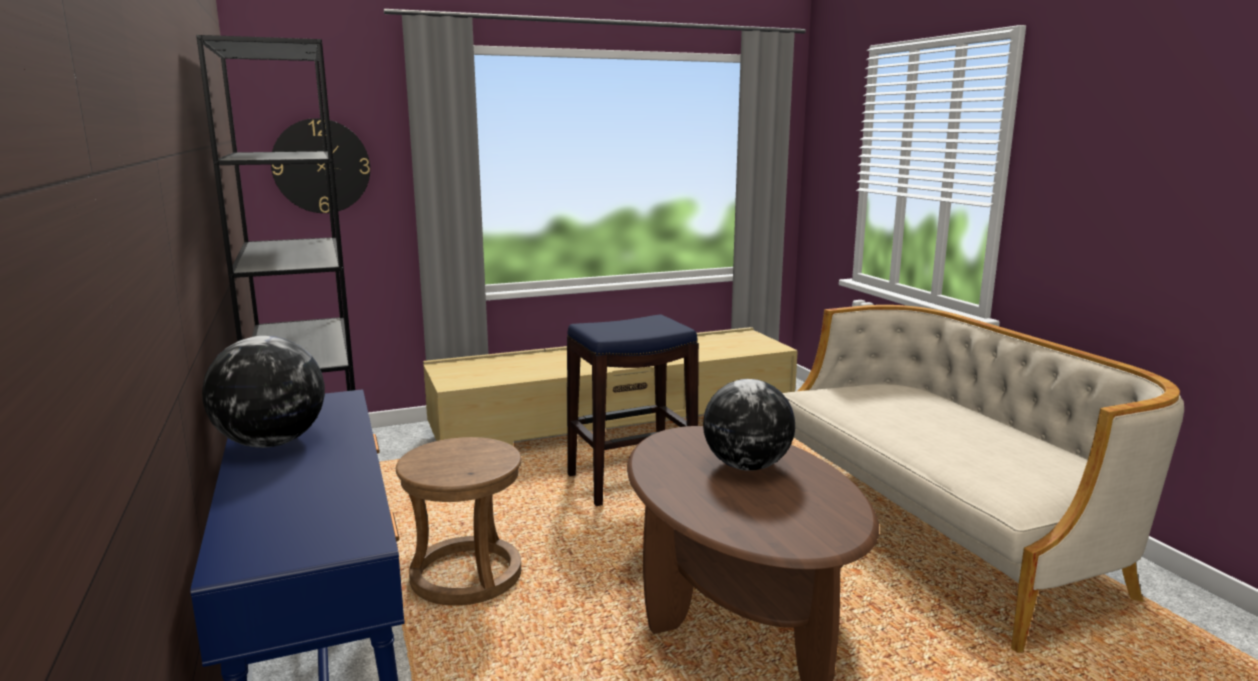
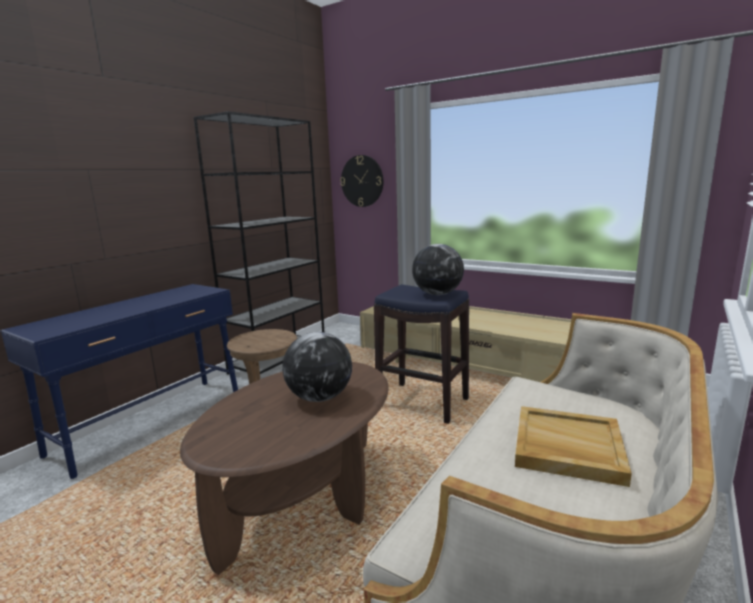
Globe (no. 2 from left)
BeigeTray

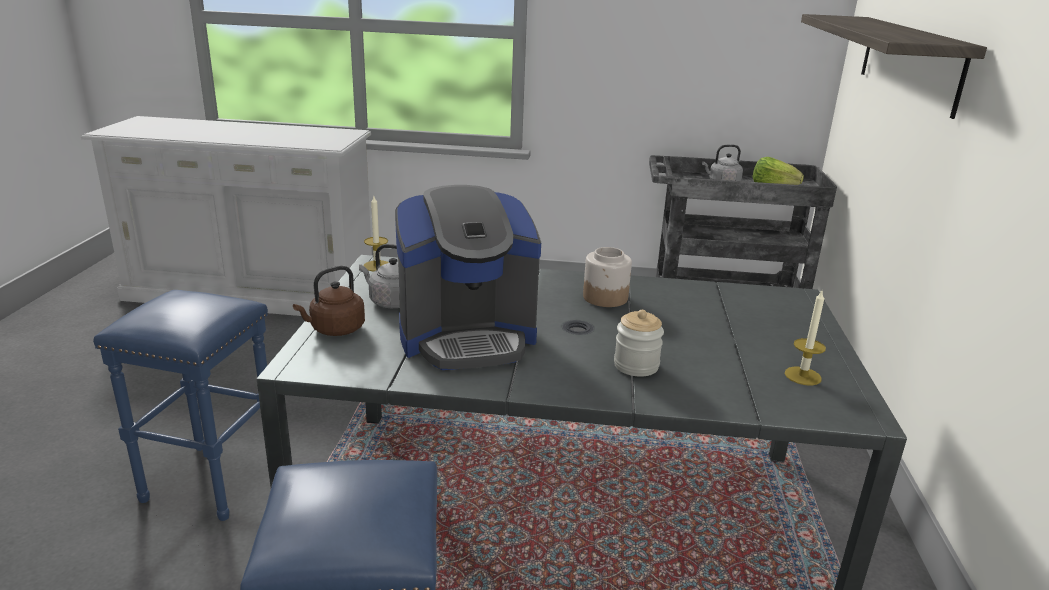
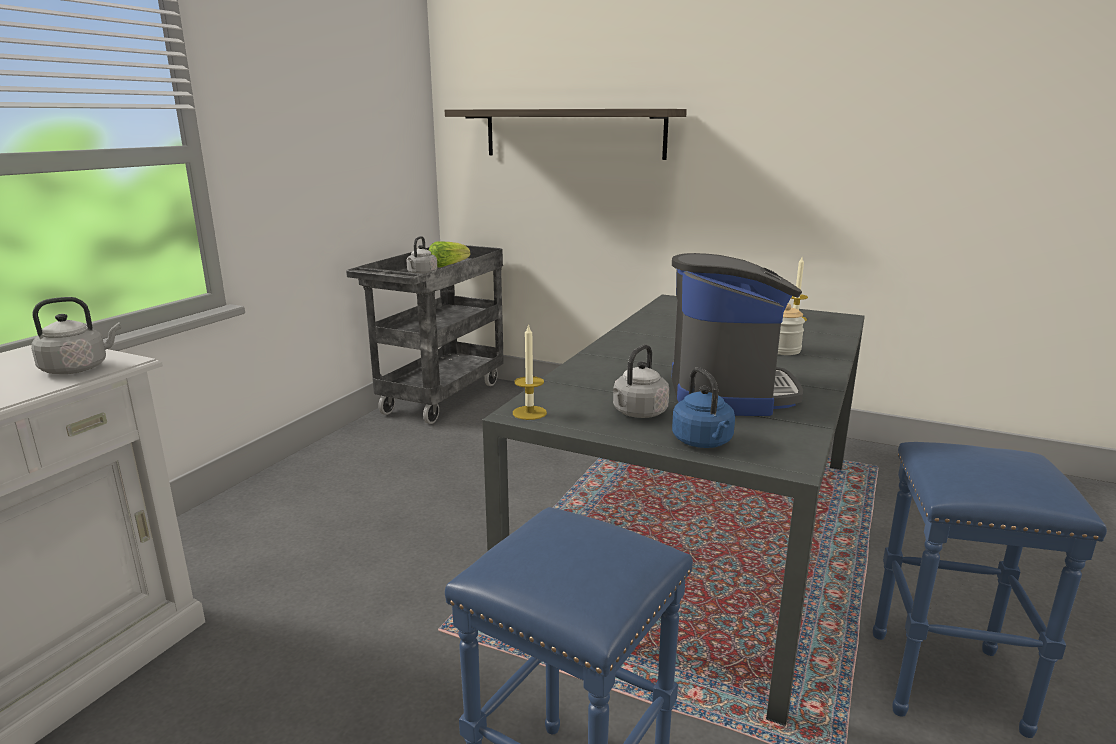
BlueKettle
Jar (no. 1 from left in the first image)
GreyKettle (no. 1 from left)

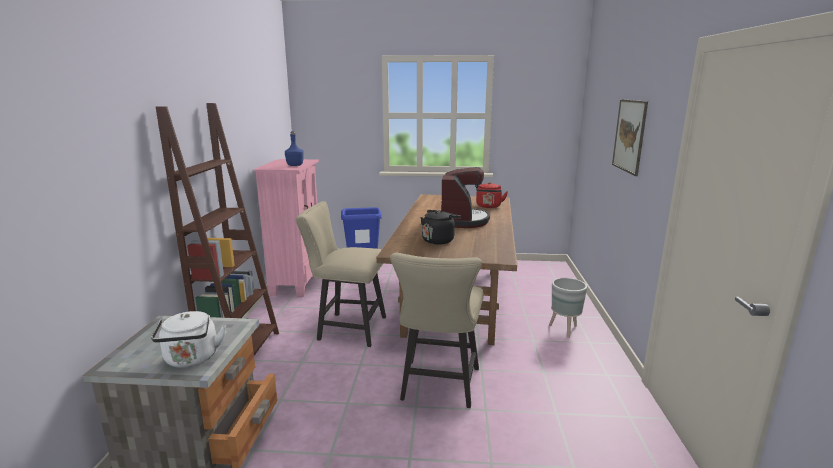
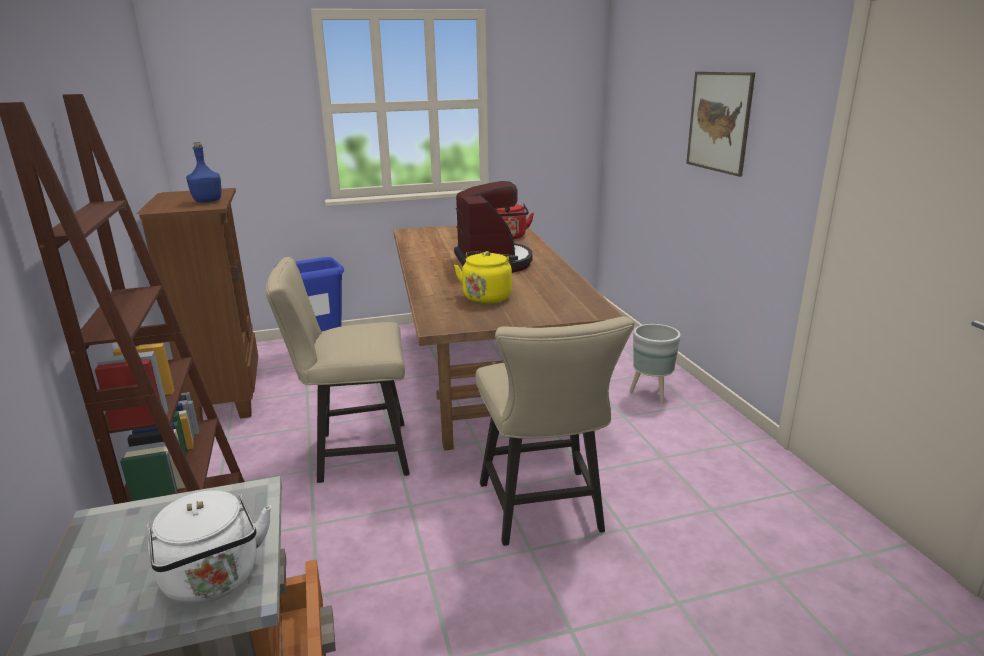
BrownCabinet
YellowKettle

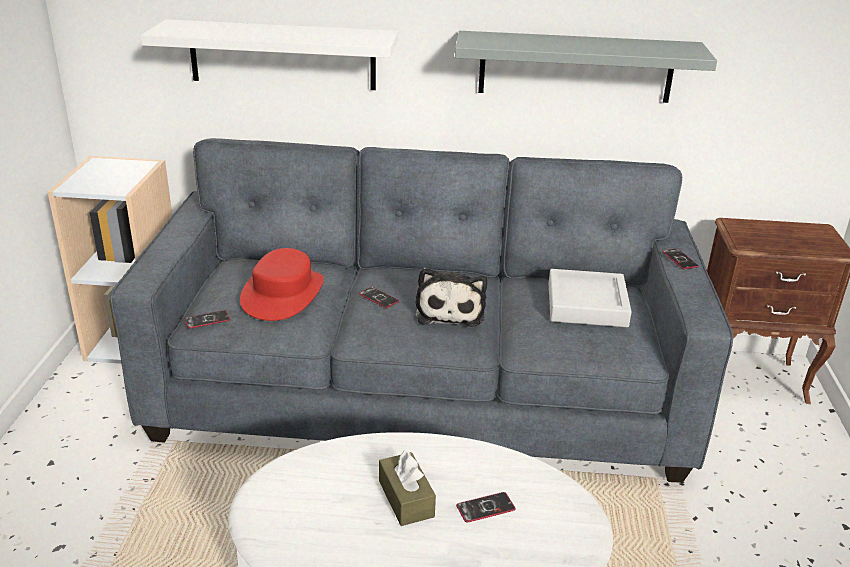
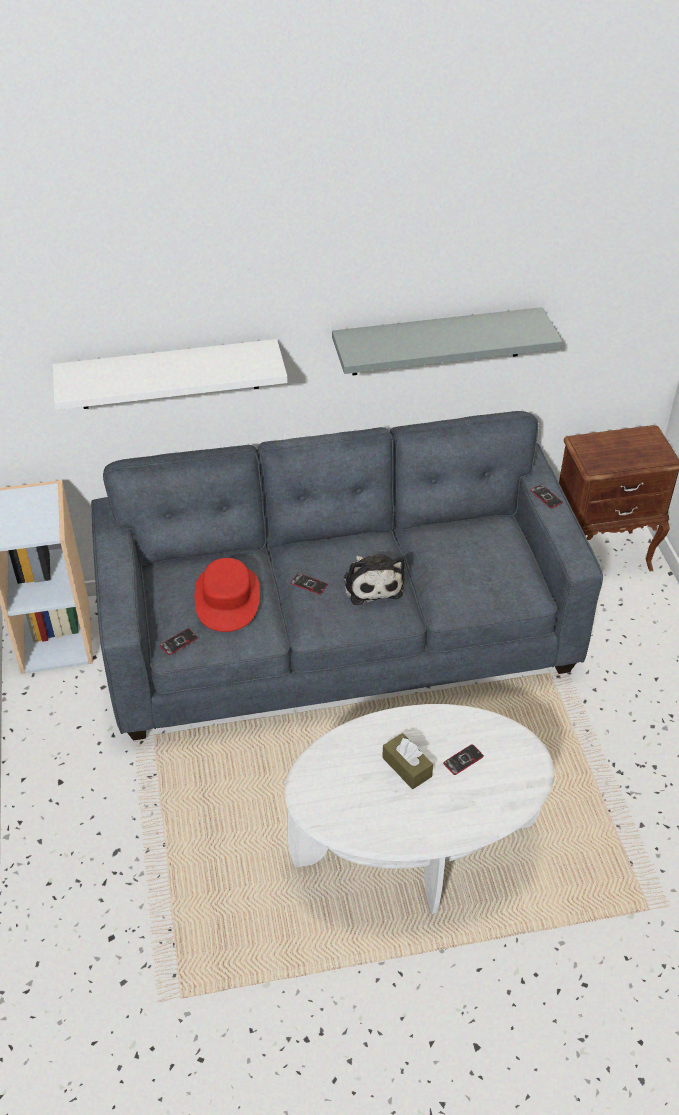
GreyTray

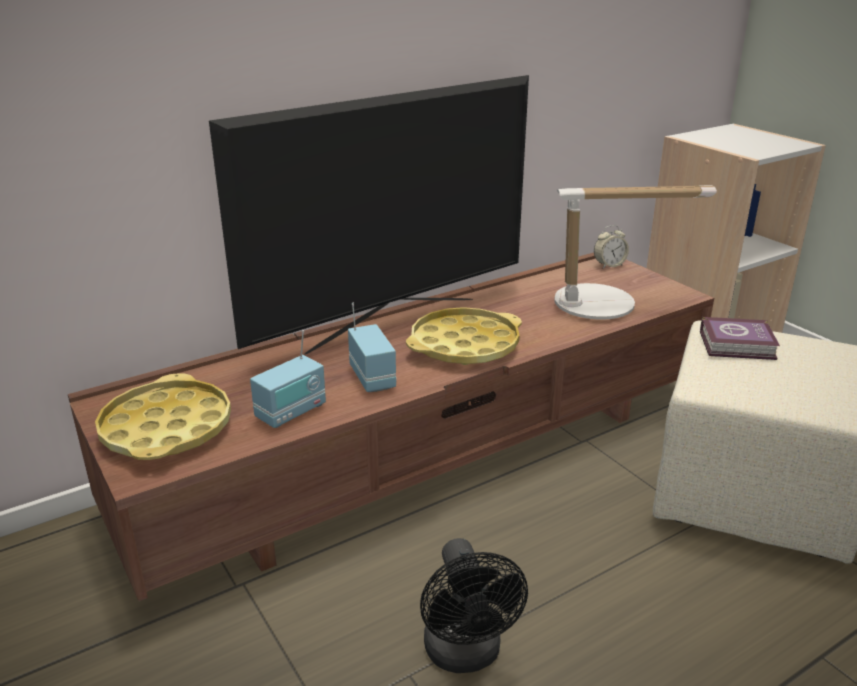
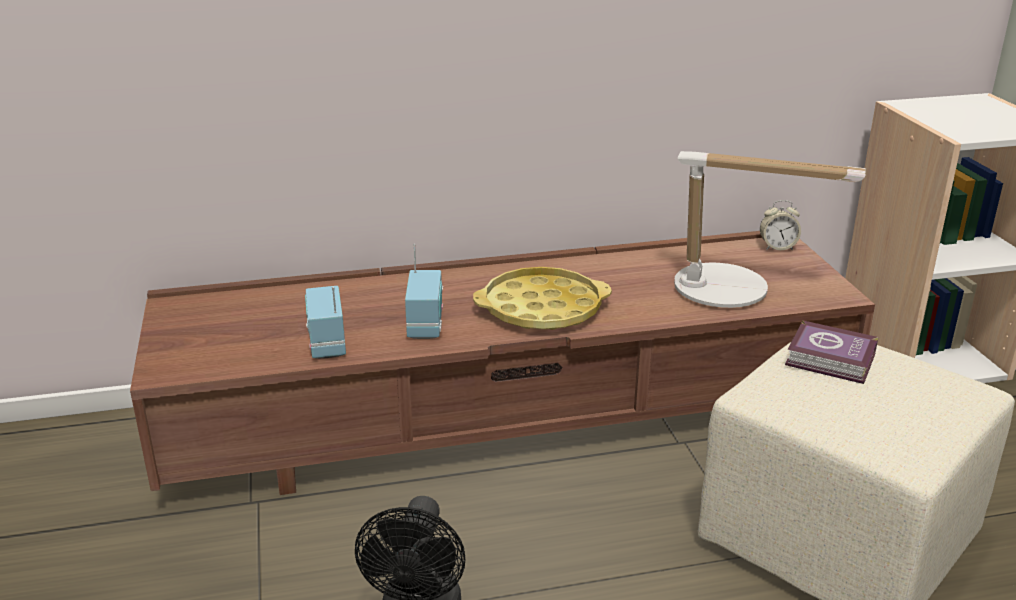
YellowTray (no. 1 from left in the first image)
Television
Radio (no. 1 from left)

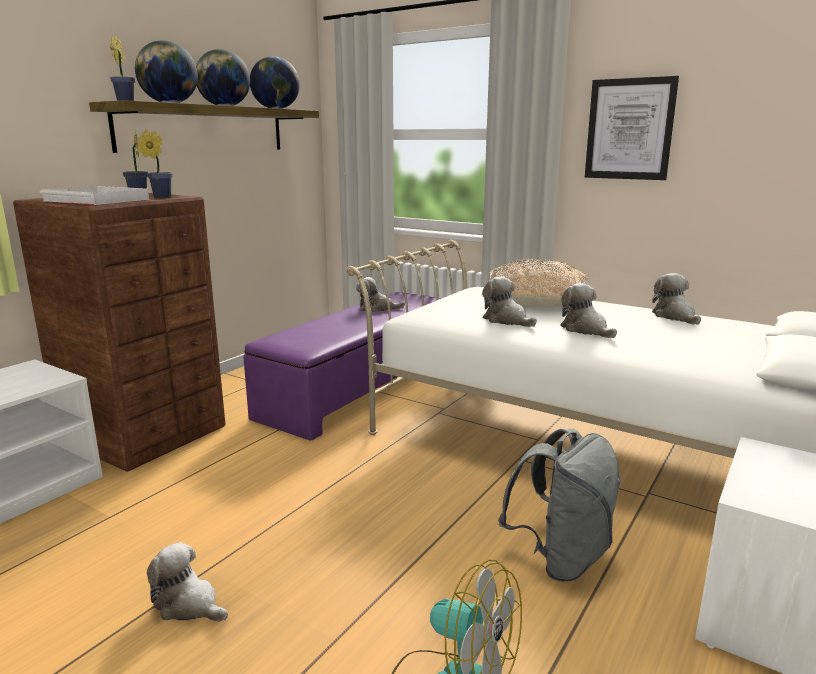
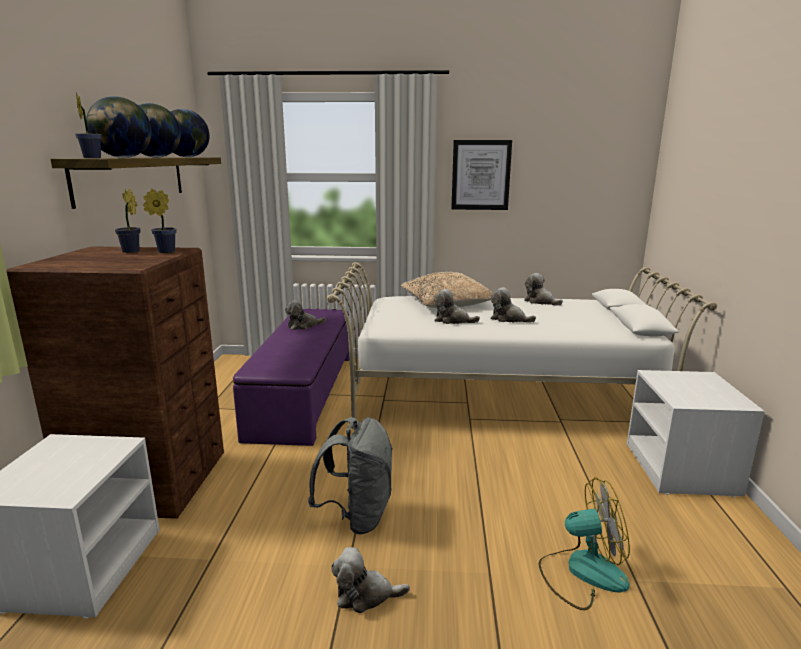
WhiteTray
GreyBackpack

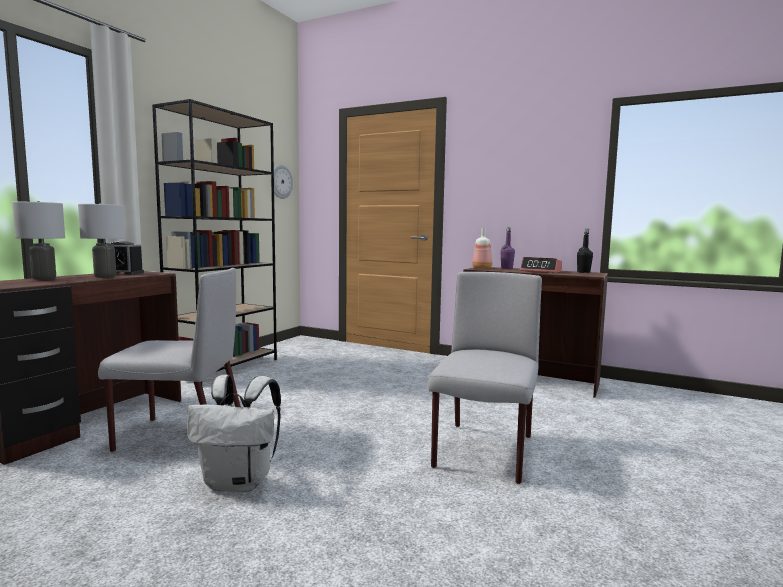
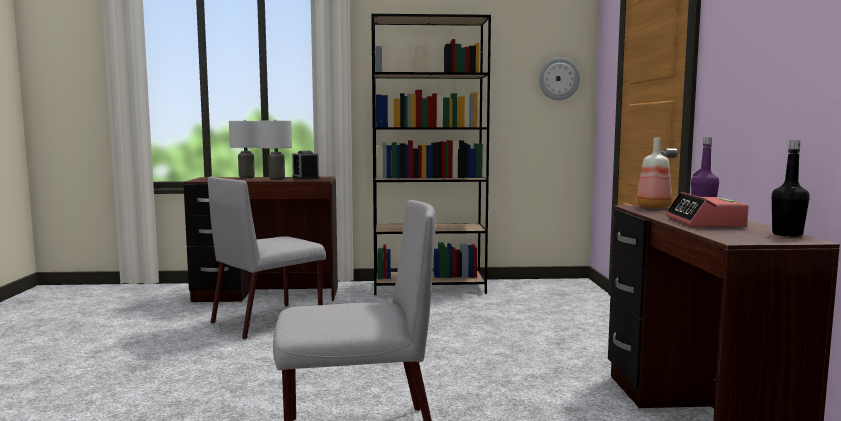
GreyChair (no. 1 from left)
WhiteBackpack

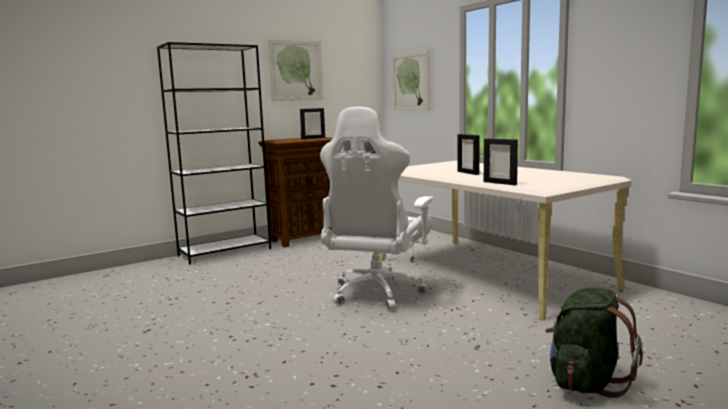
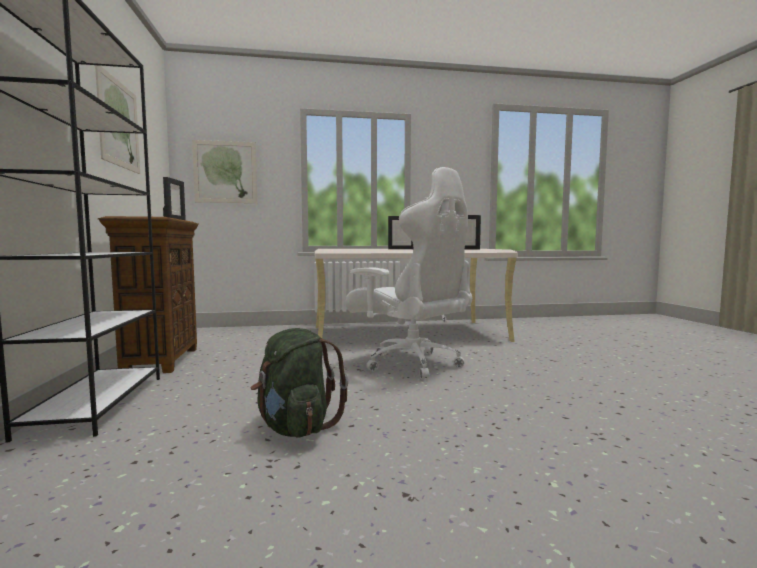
GreenBackpack

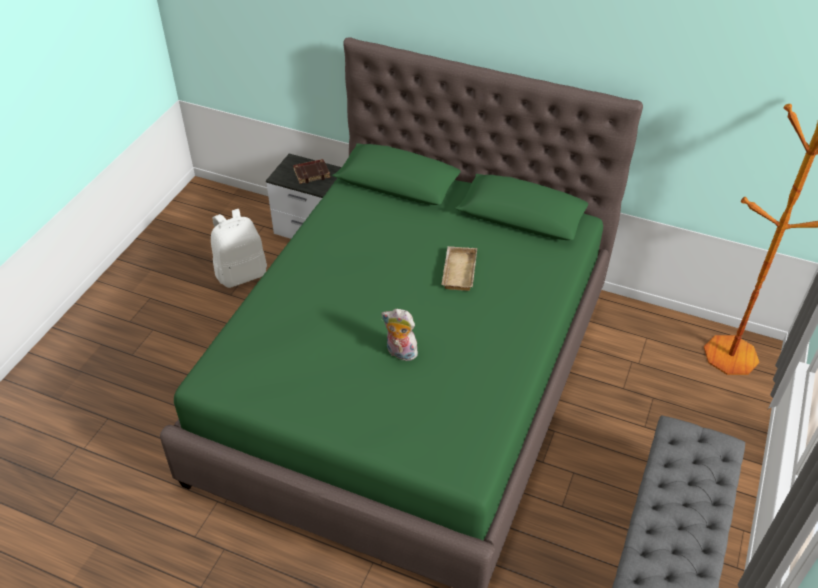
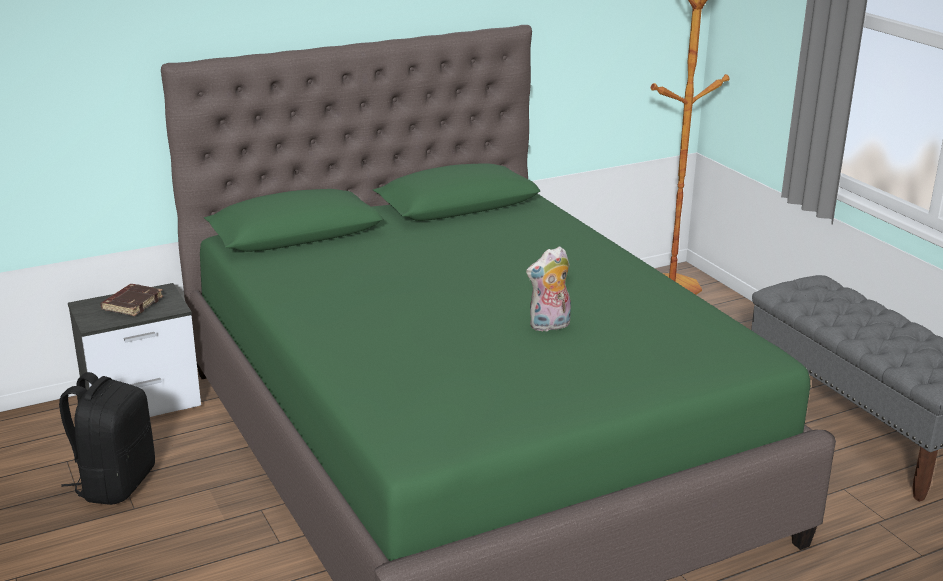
BlackBackpack
BeigeTray

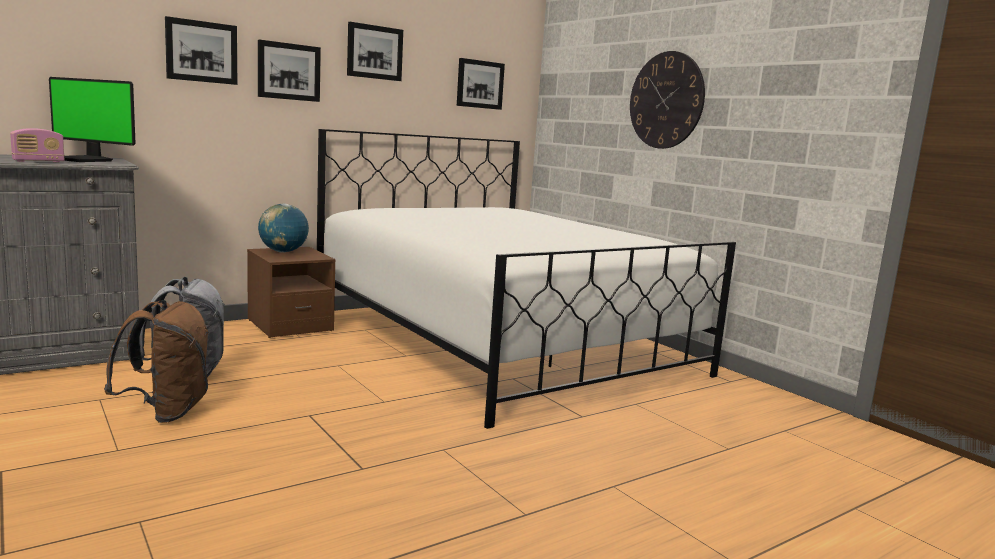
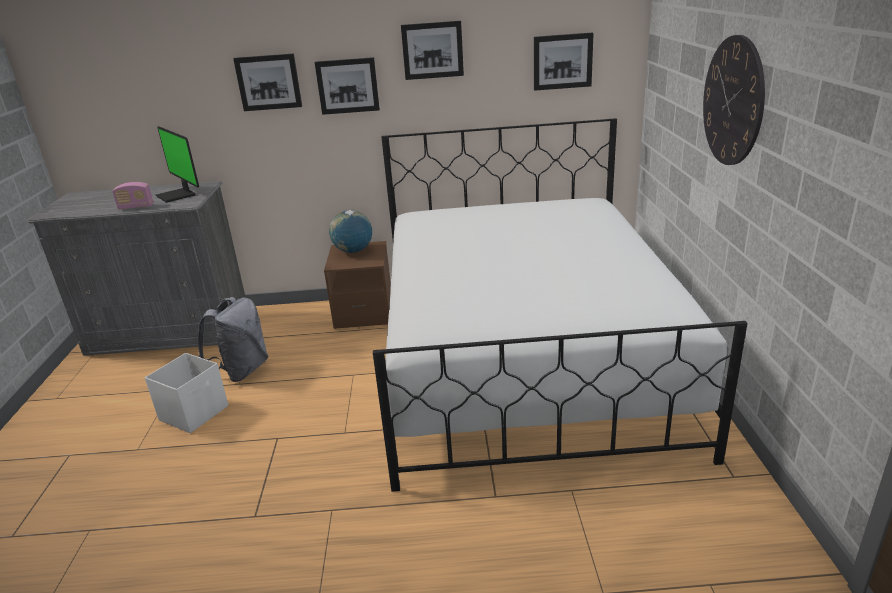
WhiteStorageBox

